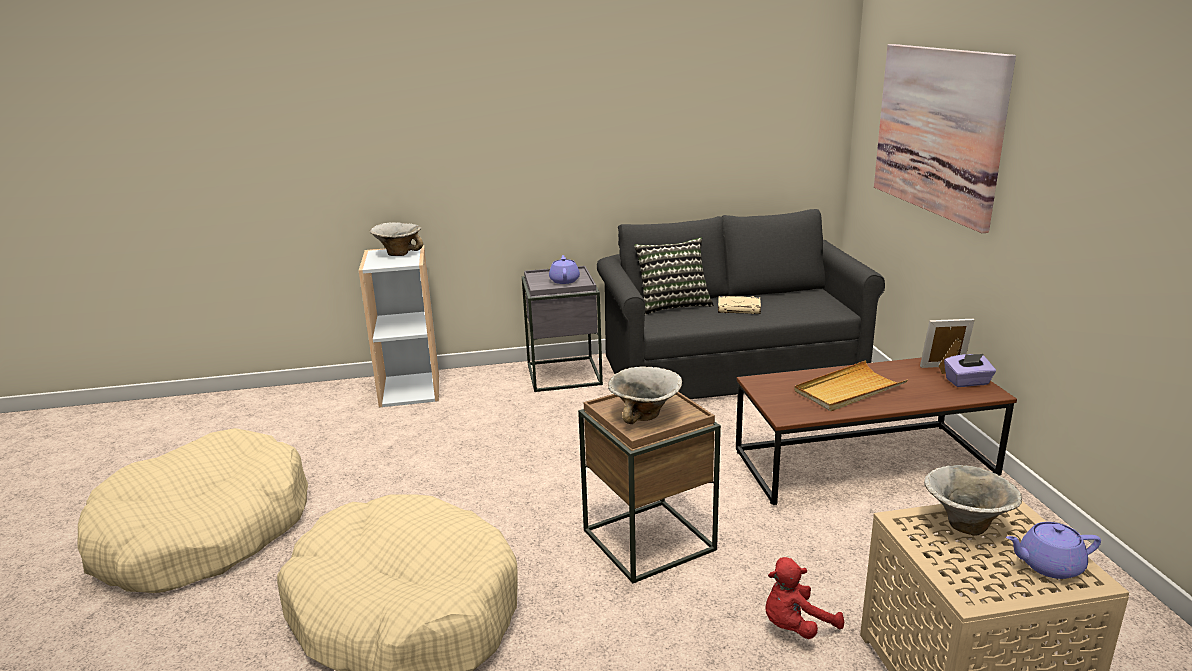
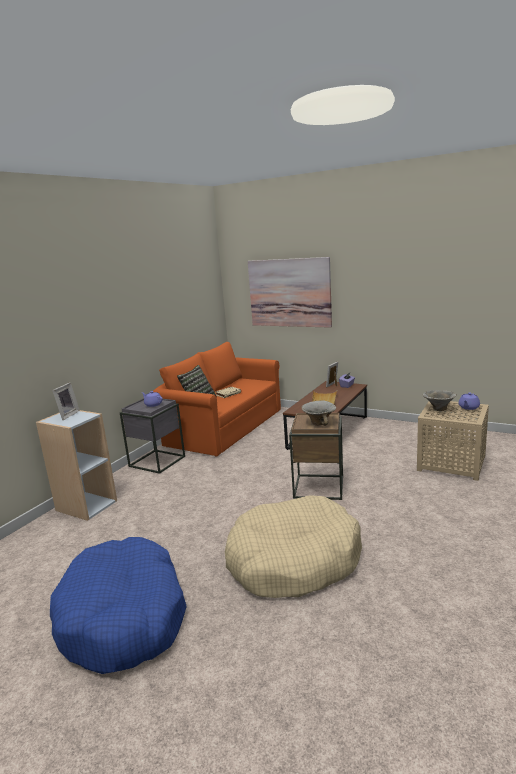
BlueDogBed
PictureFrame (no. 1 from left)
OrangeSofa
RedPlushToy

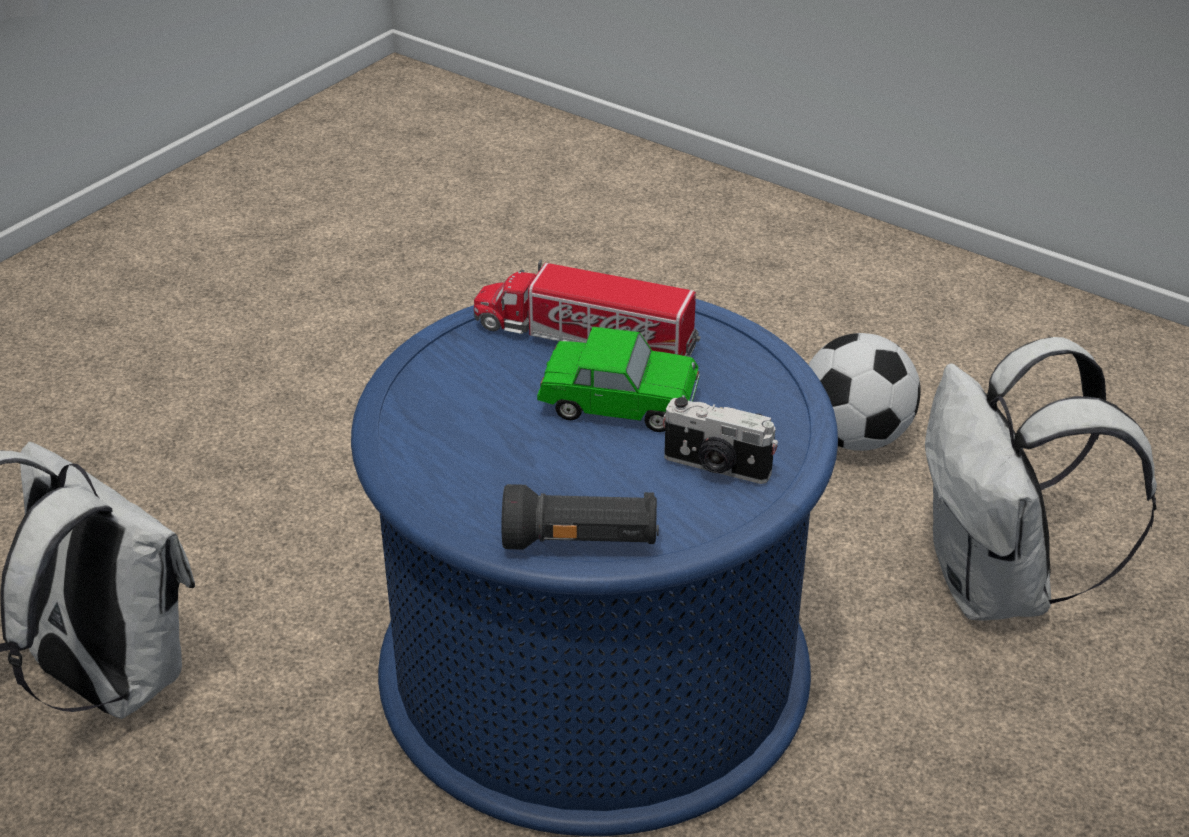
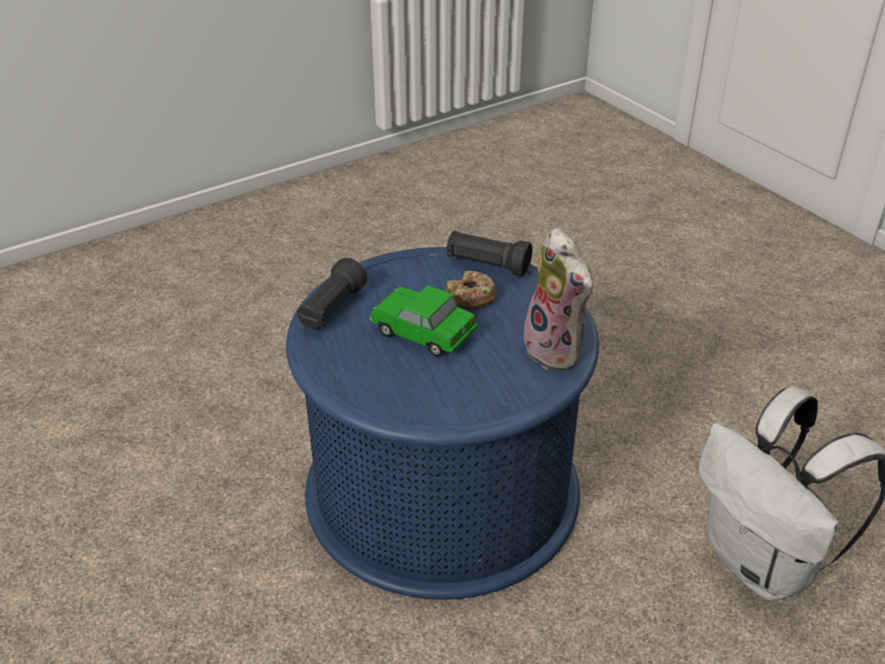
ToyTruck
PhotoCamera
Football
WhiteBackpack (no. 2 from left in the first image)
BlackFlashlight (no. 1 from left)
Donut
PlushToy

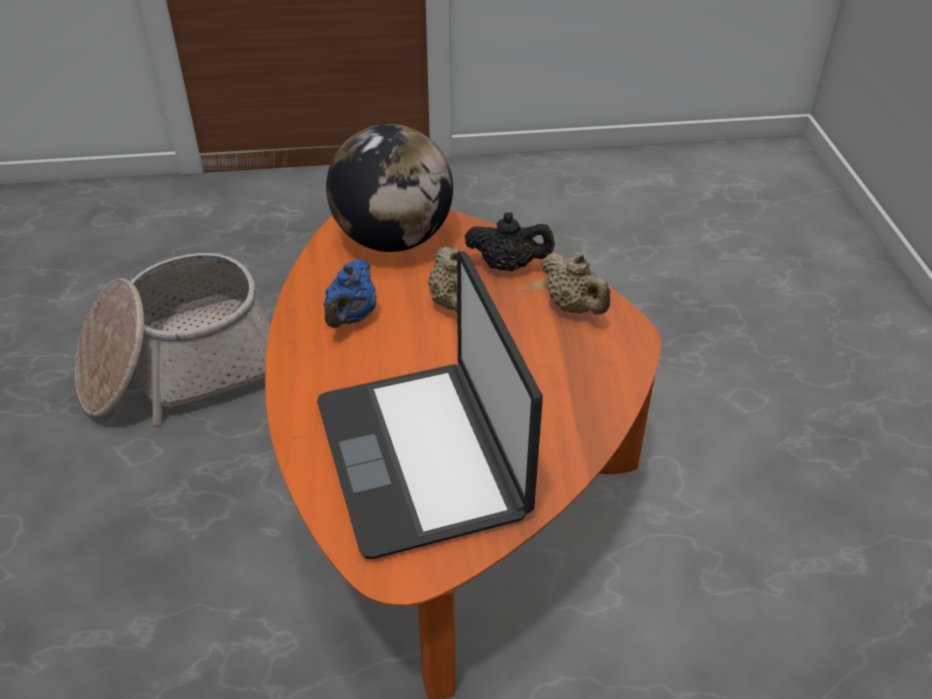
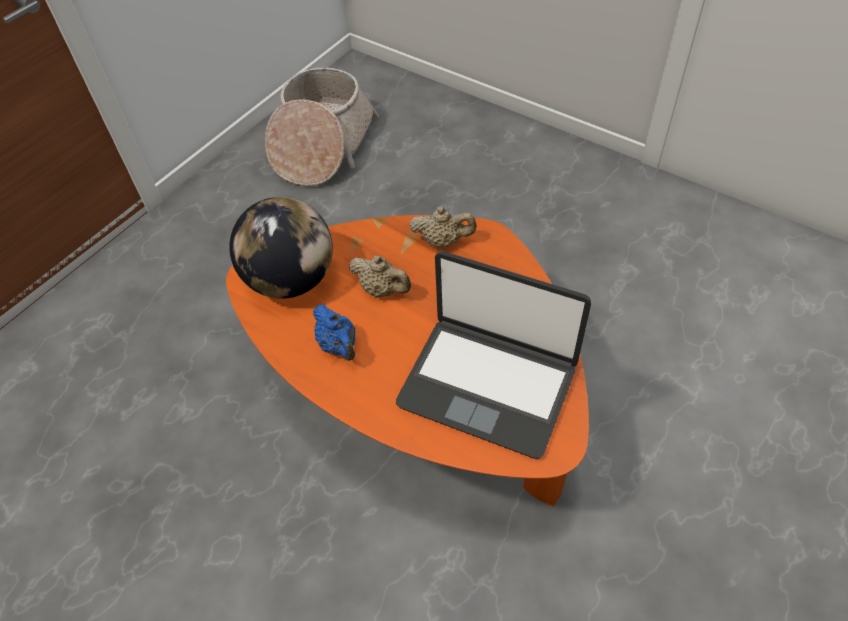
Basket
BlackTeapot

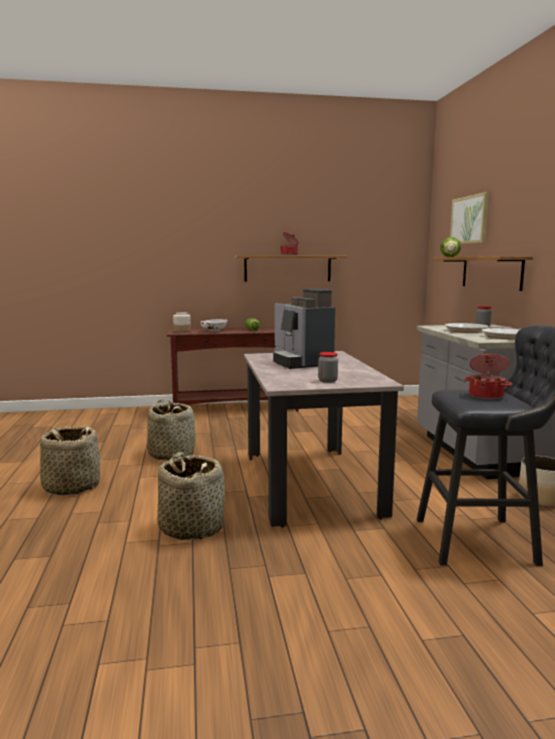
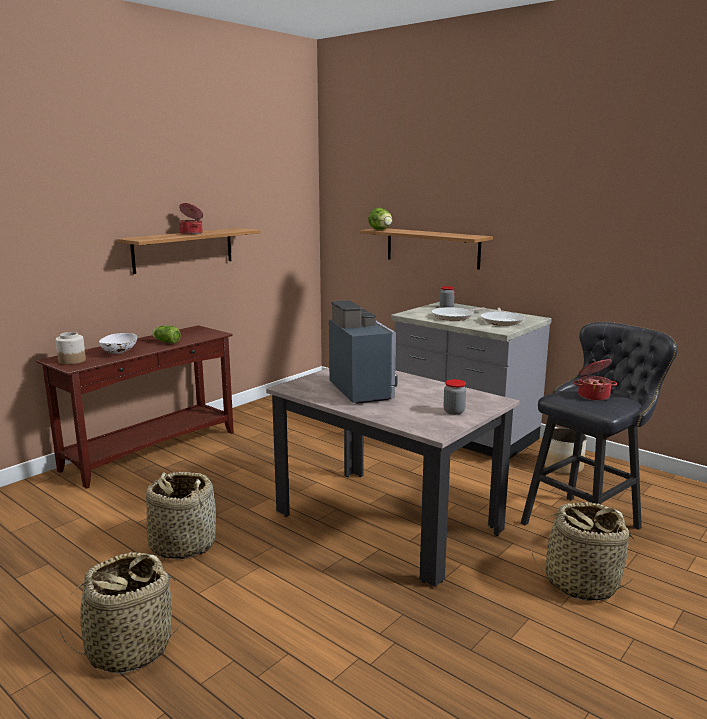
Basket (no. 3 from left)
CoffeeMachine
Picture

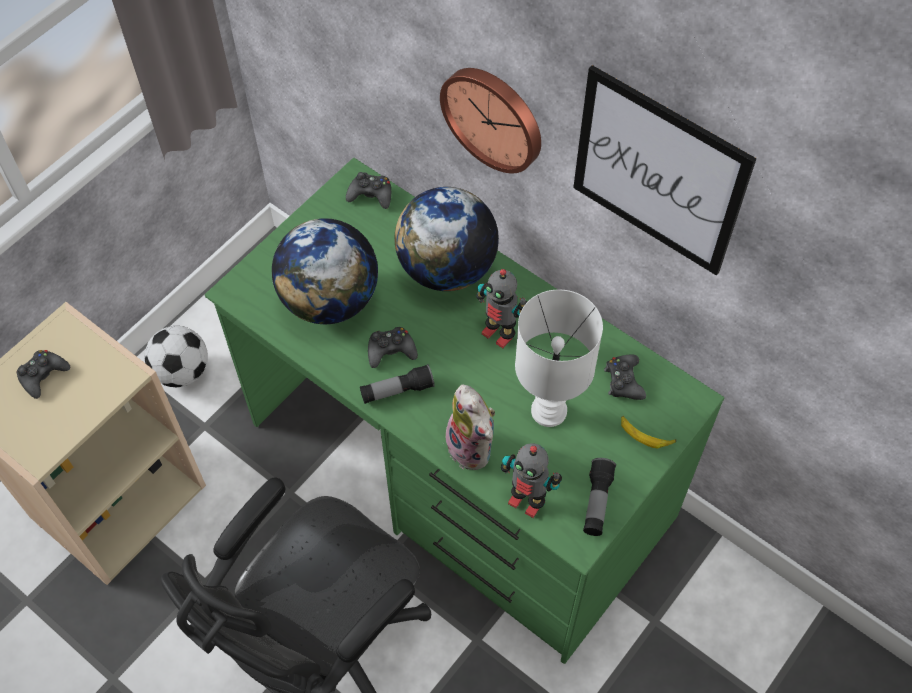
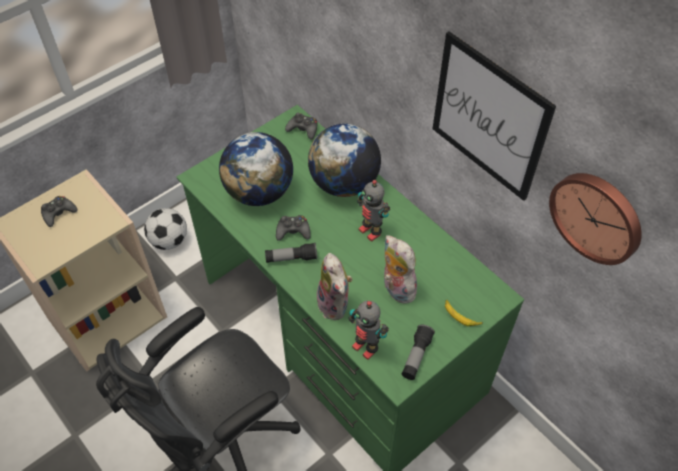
WallClock
PlushToy (no. 2 from left)
BlackGameController (no. 4 from left in the first image)

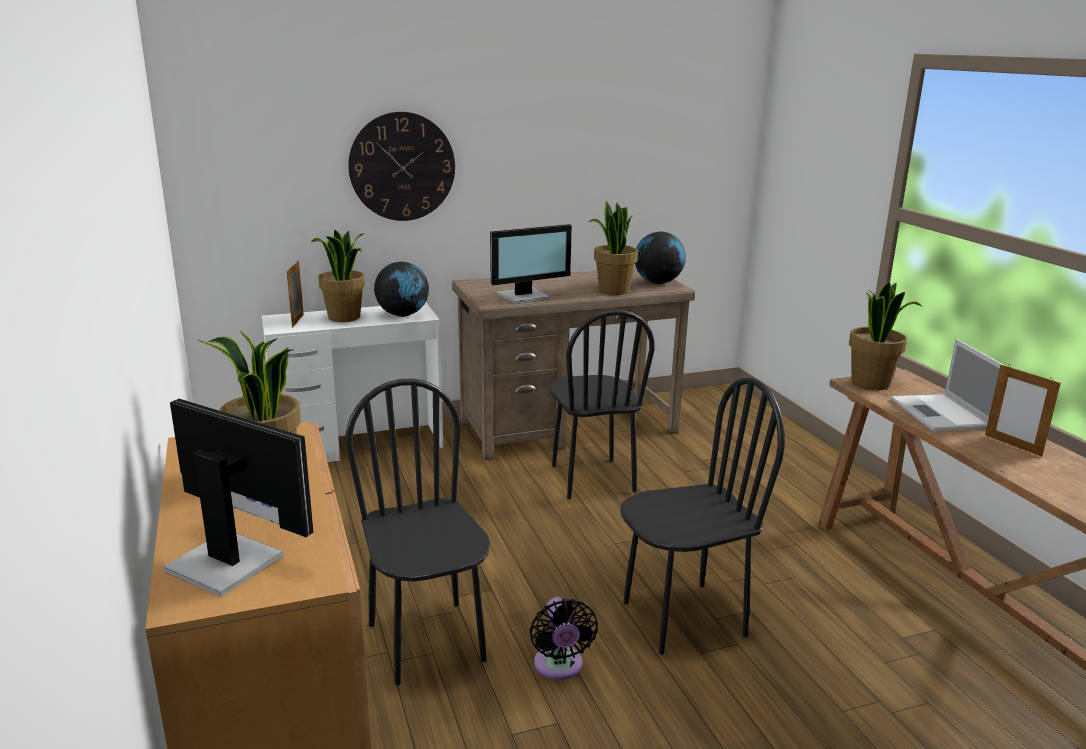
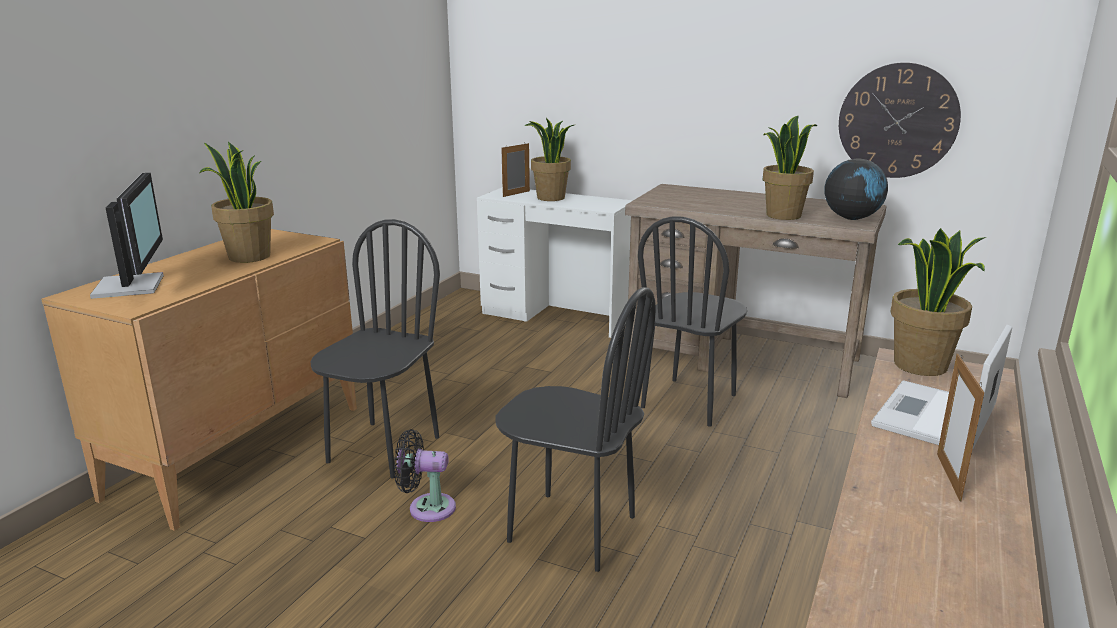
WallClock
Globe (no. 1 from left in the first image)
Monitor (no. 2 from left in the first image)
BlackFan

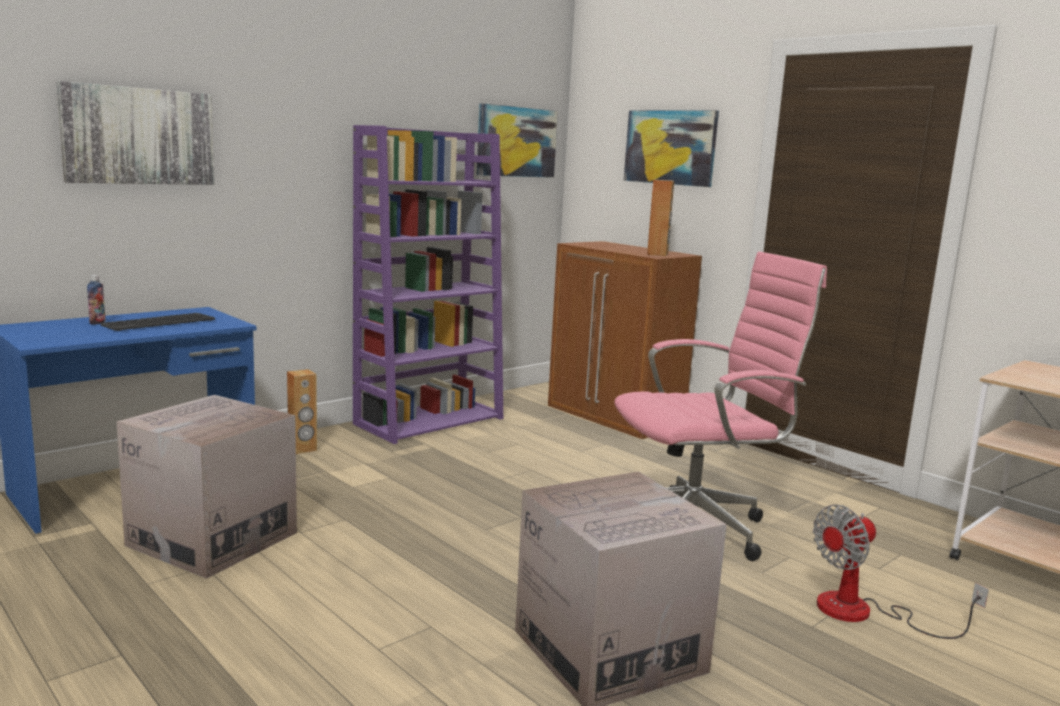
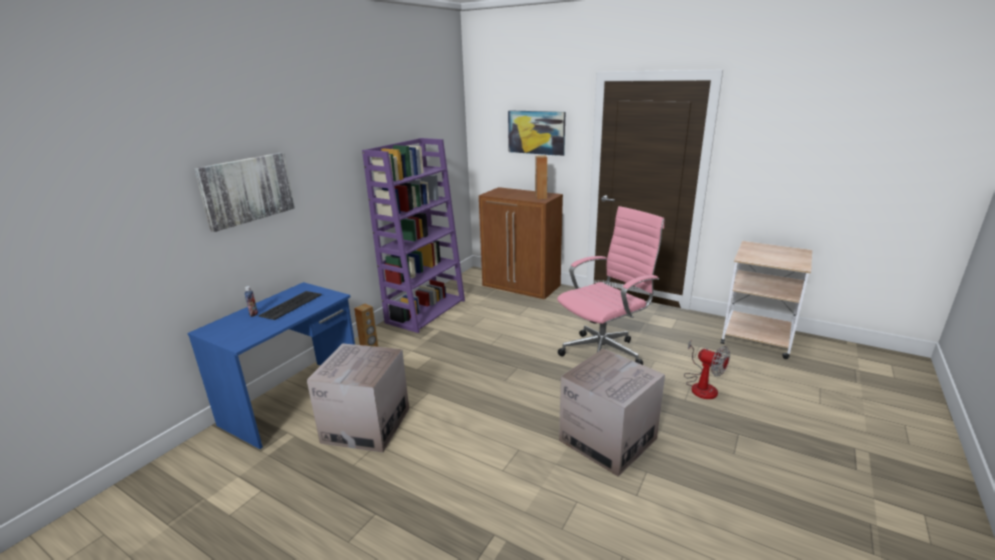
Picture (no. 2 from left in the first image)
Fan

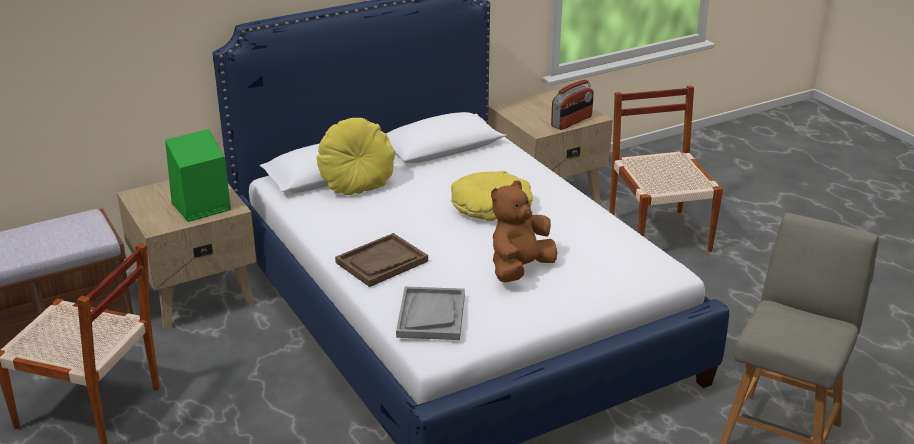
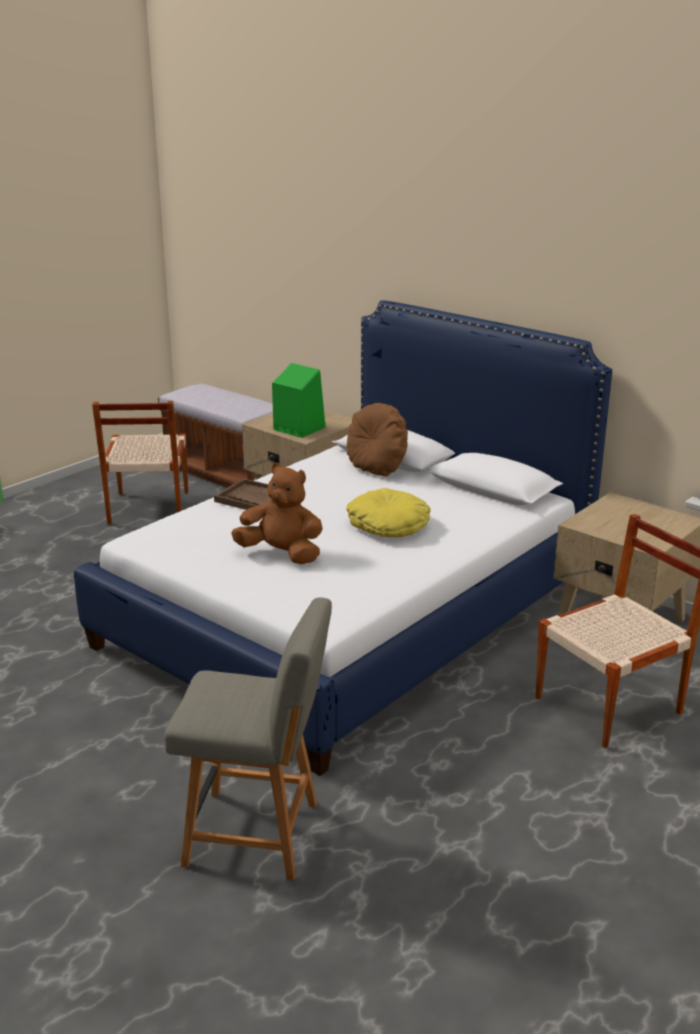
BrownPillow
GreyTray
Radio

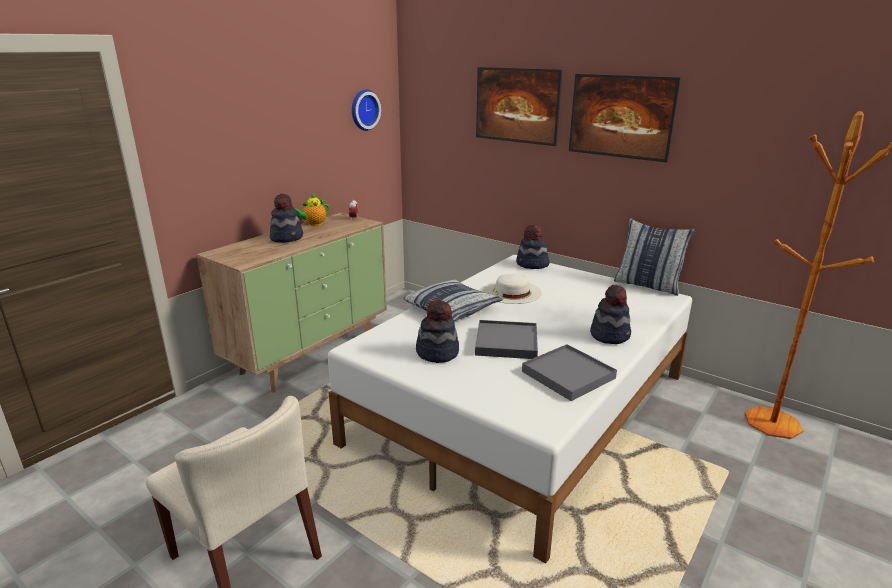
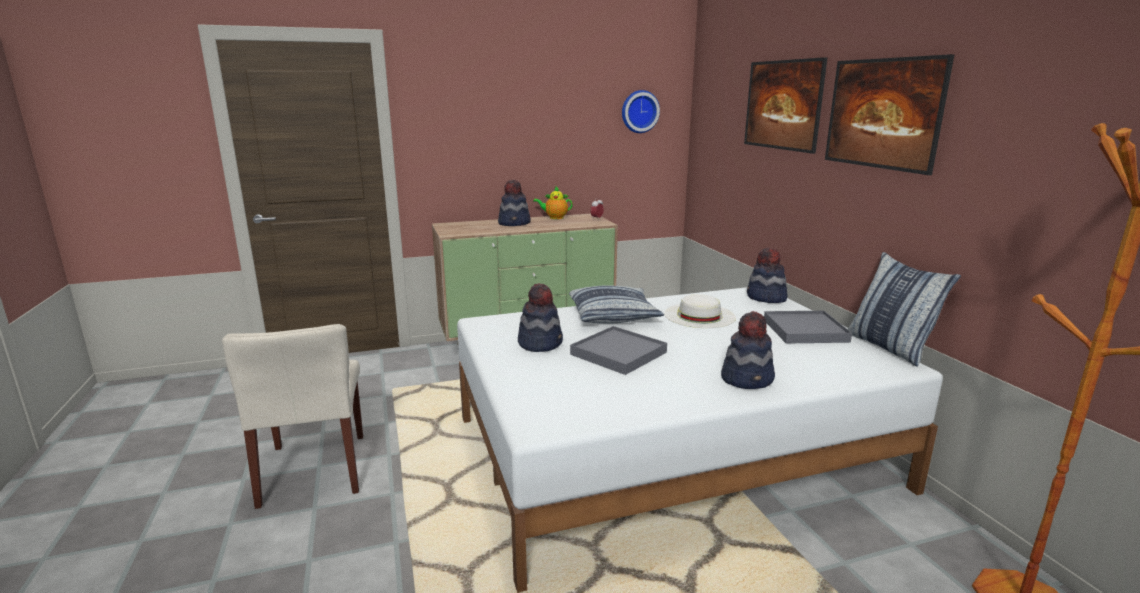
GreyTray (no. 2 from left)

